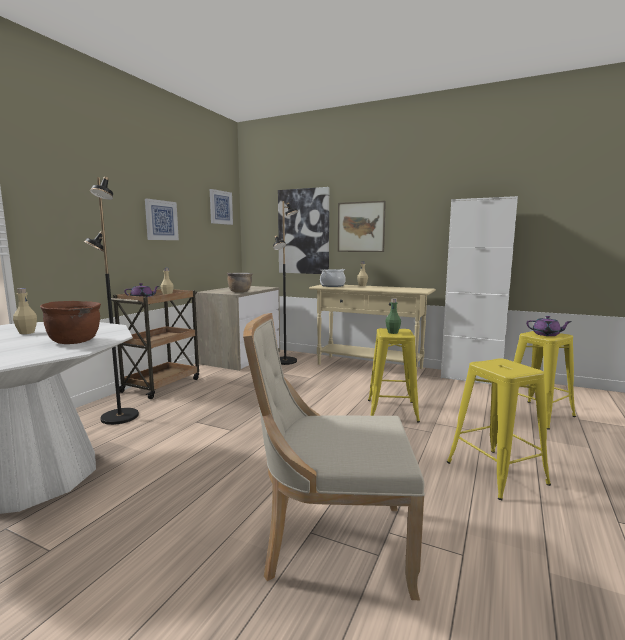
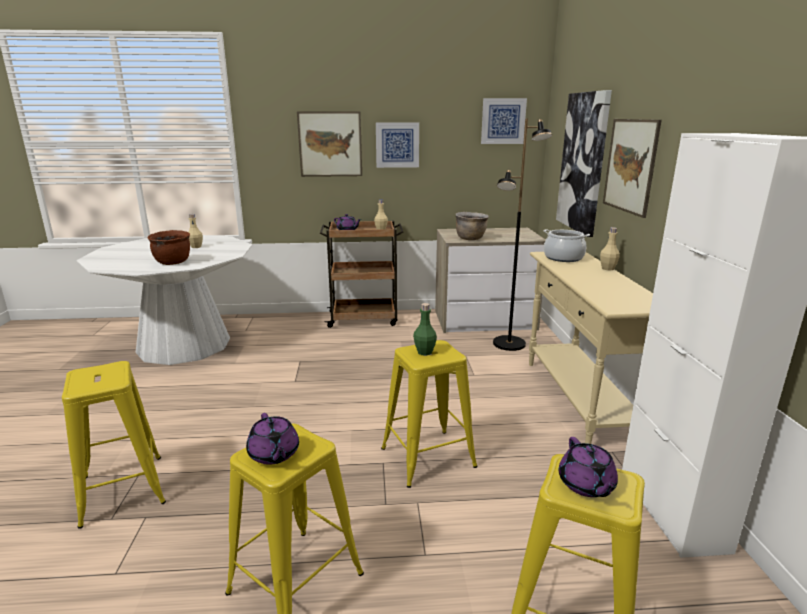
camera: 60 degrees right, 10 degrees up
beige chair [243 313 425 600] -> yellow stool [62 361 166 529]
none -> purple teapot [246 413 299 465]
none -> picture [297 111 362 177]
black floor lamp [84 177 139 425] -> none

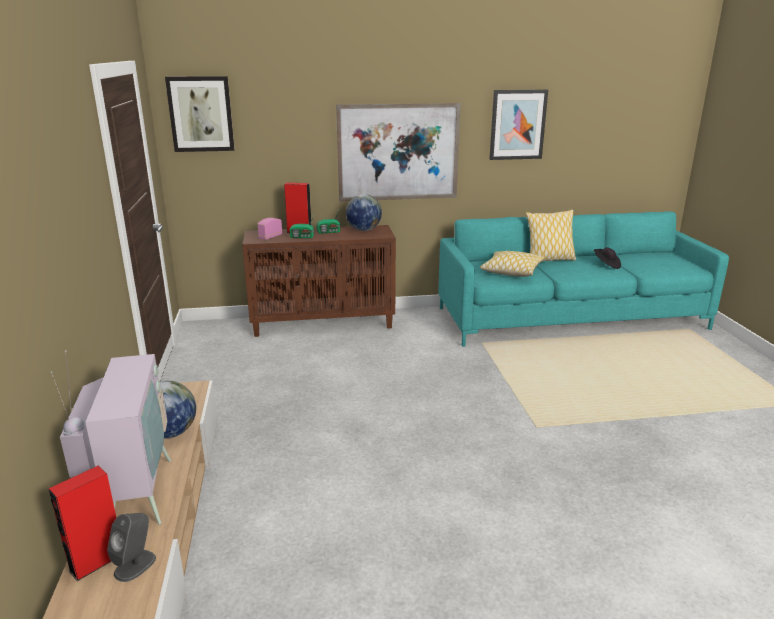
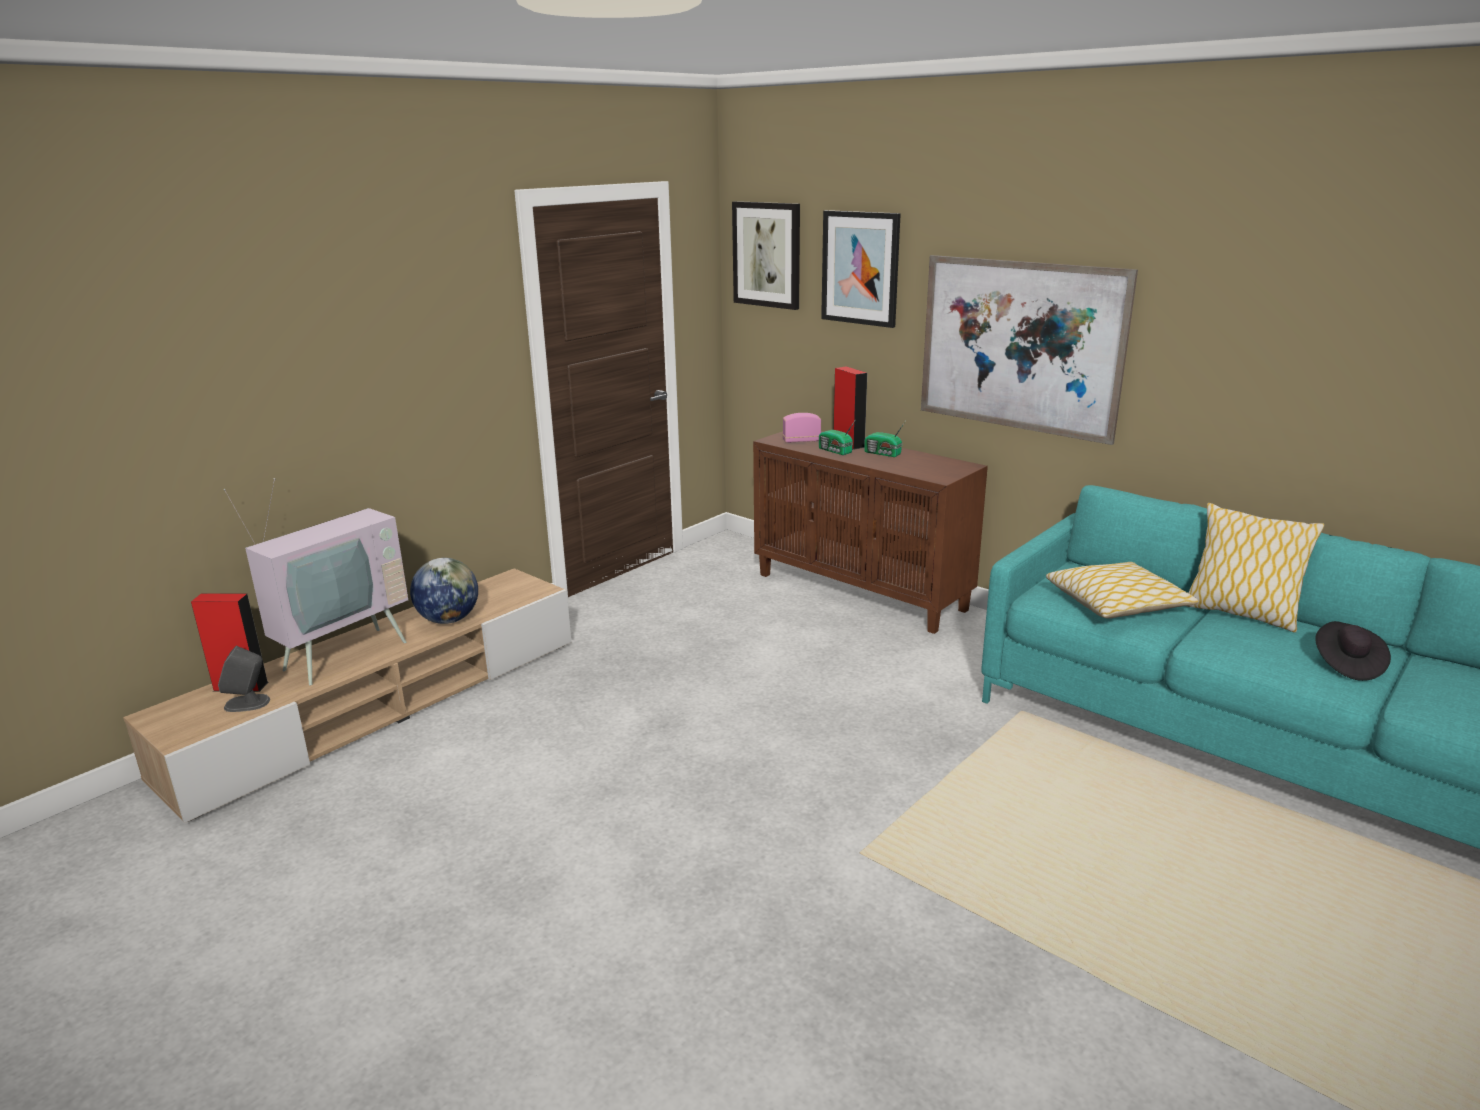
camera: 50 degrees right, 0 degrees up
picture [490 90 548 160] -> picture [821 210 901 328], moved
globe [346 194 382 231] -> none

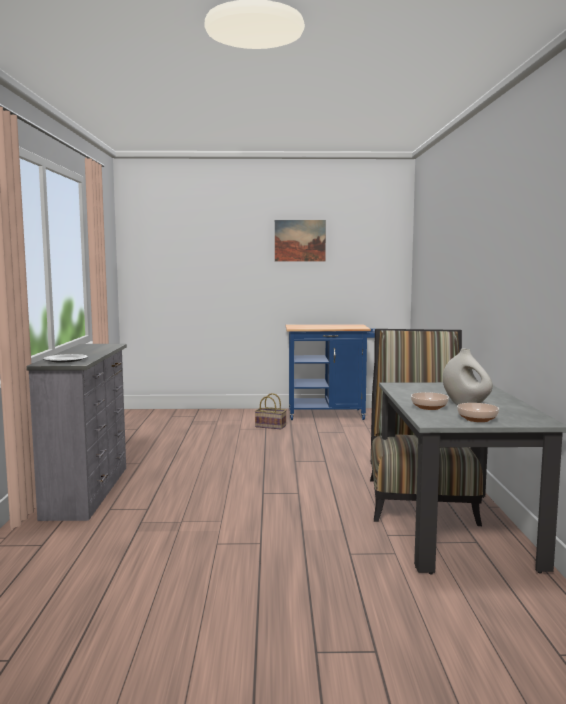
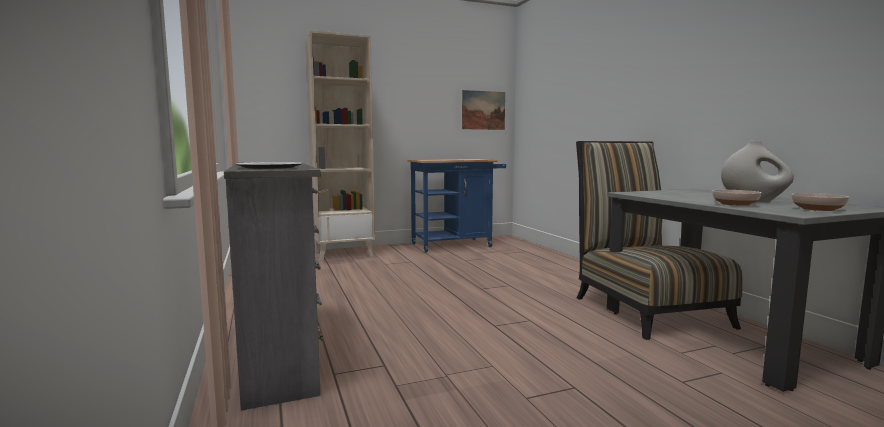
camera: 20 degrees left, 0 degrees up
none -> beige bookcase [305 30 375 261]
picture [275 220 326 261] -> picture [462 90 505 130], moved
basket [255 393 286 429] -> none

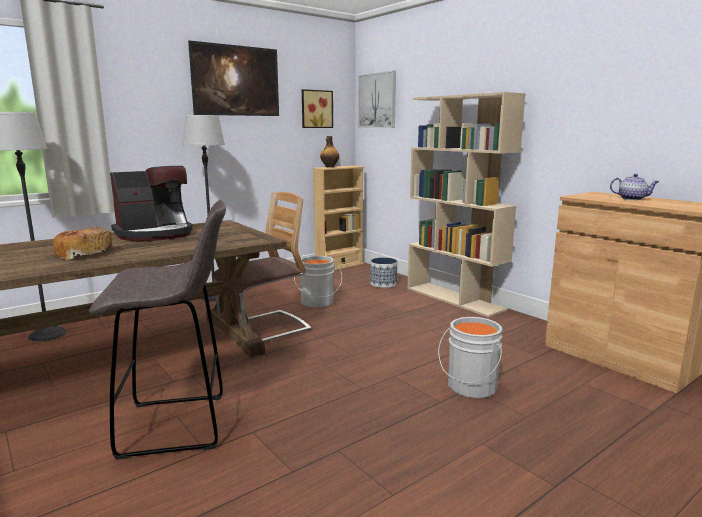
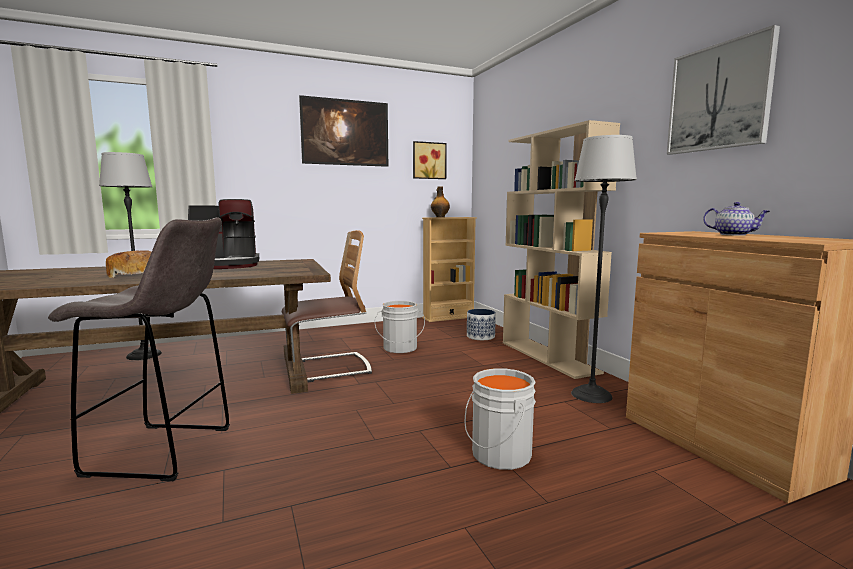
camera: 15 degrees right, 5 degrees down
floor lamp [183 115 225 301] -> floor lamp [571 135 637 403], moved
picture [358 71 396 128] -> picture [667 25 780 155], moved

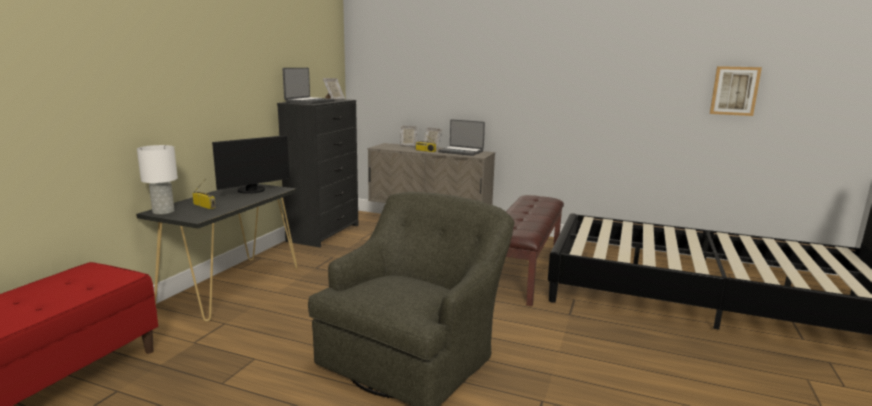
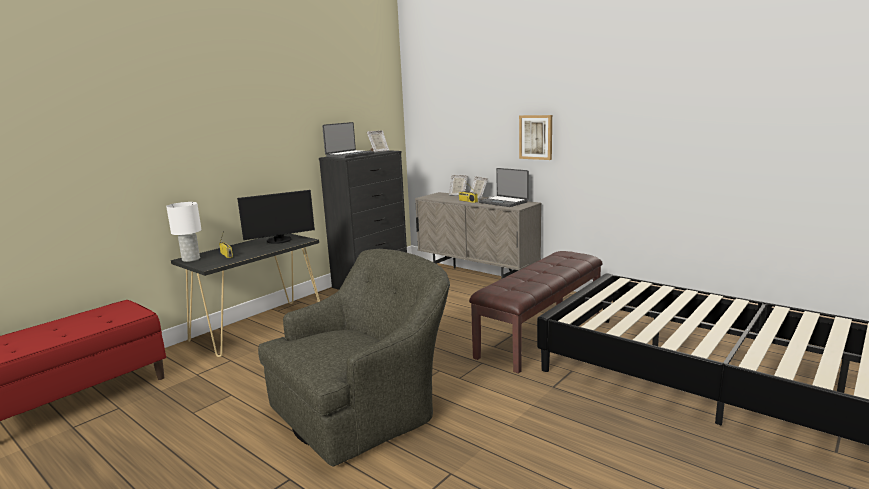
camera: 20 degrees right, 0 degrees up
picture [710 66 762 116] -> picture [519 115 552 160], moved

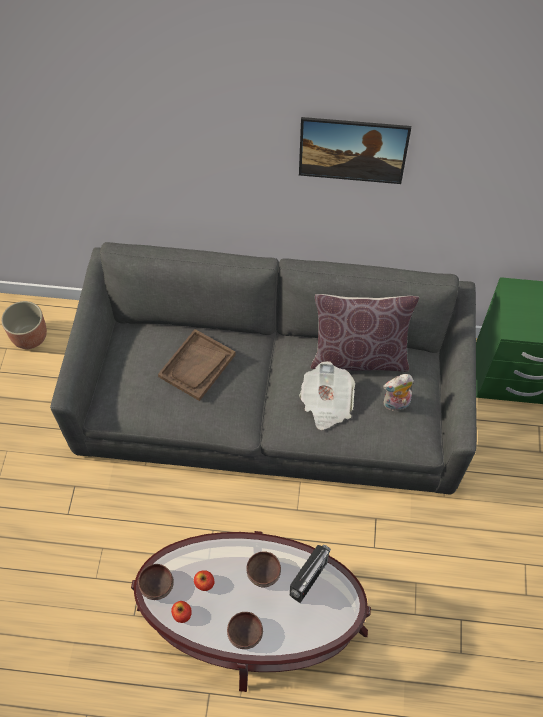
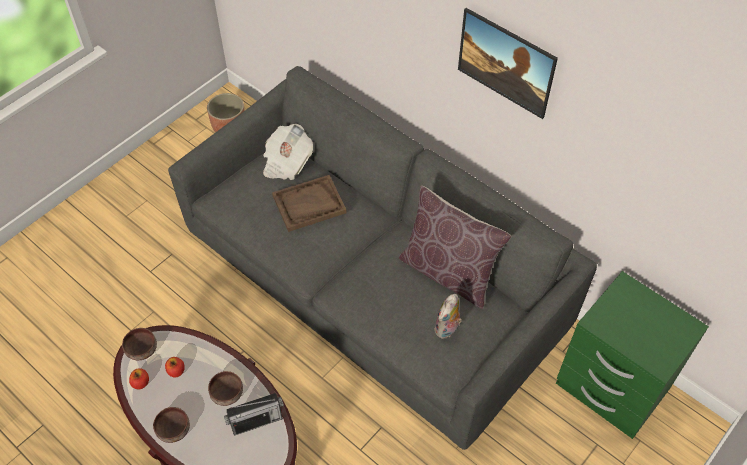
camera: 35 degrees right, 5 degrees down
newspaper [299 361 355 430] -> newspaper [263 124 313 180], moved
plush toy [383 374 414 411] -> plush toy [434 294 462 339], 75 degrees counterclockwise

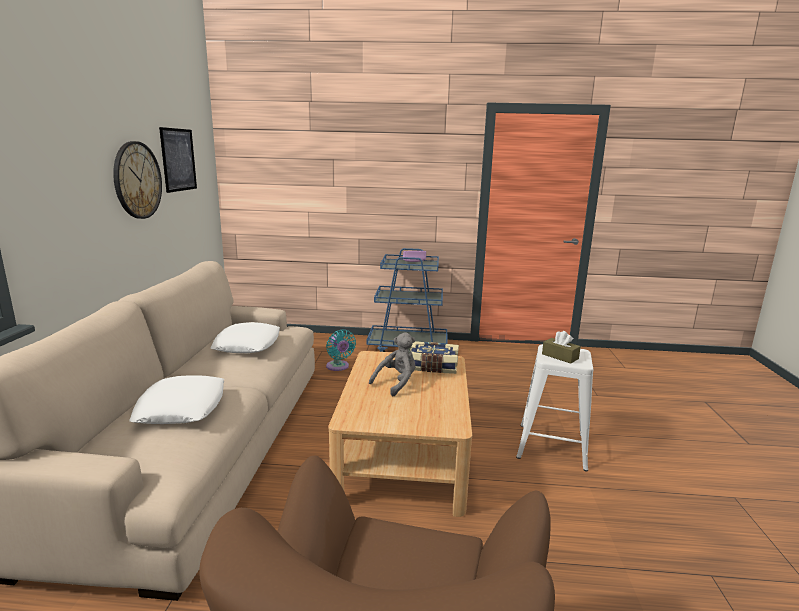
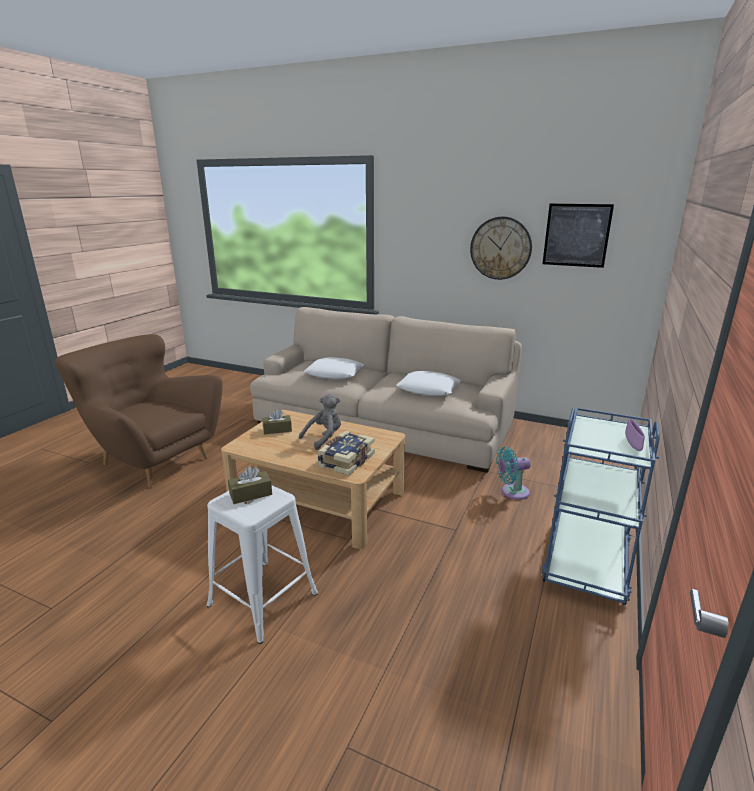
camera: 110 degrees right, 5 degrees up
none -> brown tissue box [263 409 292 434]
grey plush toy [369 332 415 396] -> grey plush toy [299 394 341 450], 105 degrees counterclockwise

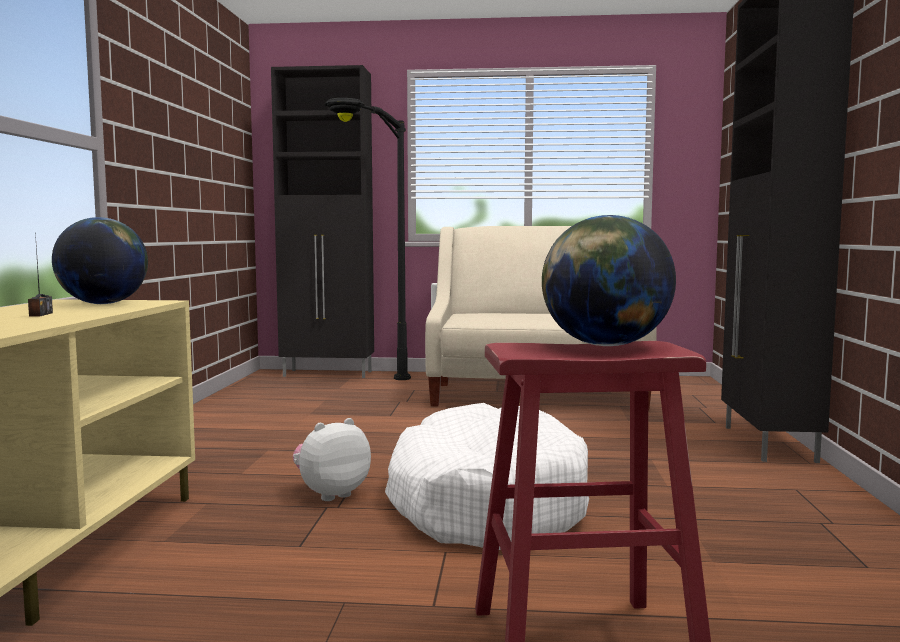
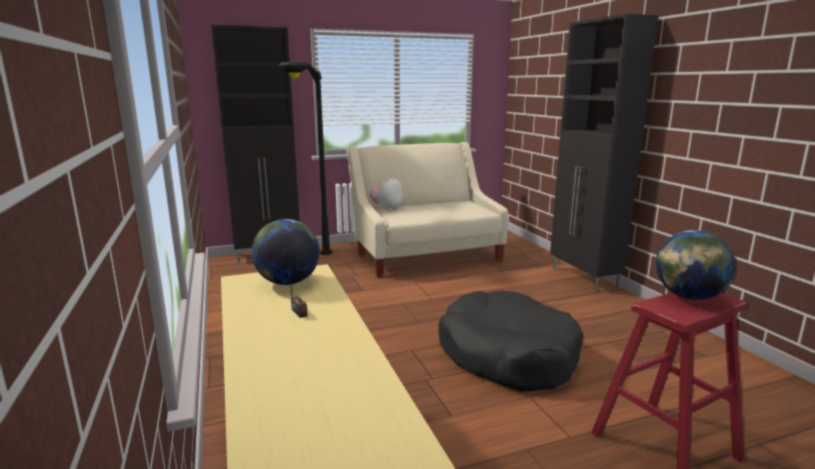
camera: 25 degrees left, 10 degrees up
plush toy [293 418 371 501] -> plush toy [370 176 403 210], moved
white dog bed [385 403 589 550] -> black dog bed [438 291 584 392]

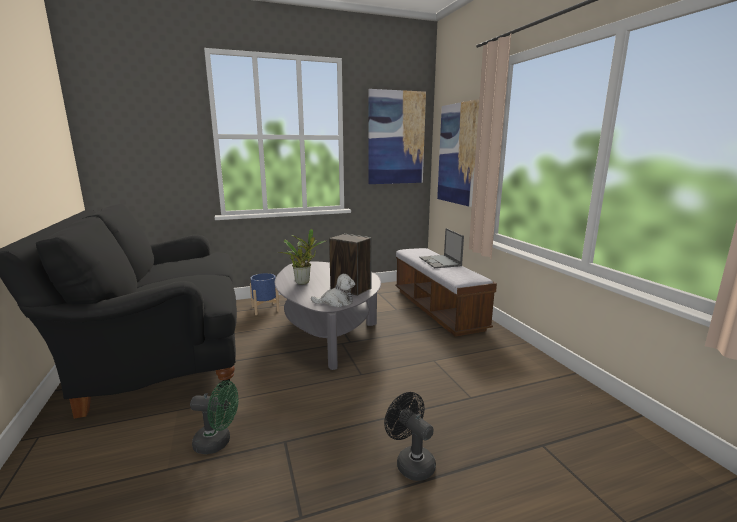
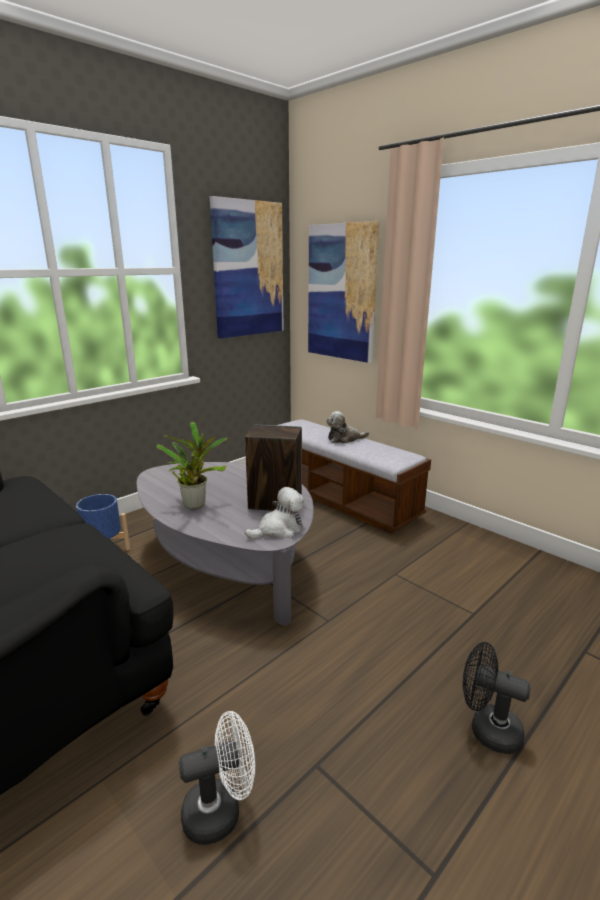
camera: 25 degrees left, 5 degrees up
green fan [190 380 238 454] -> white fan [179 711 255 845]
laptop [419 228 464 268] -> plush toy [326 411 369 443]

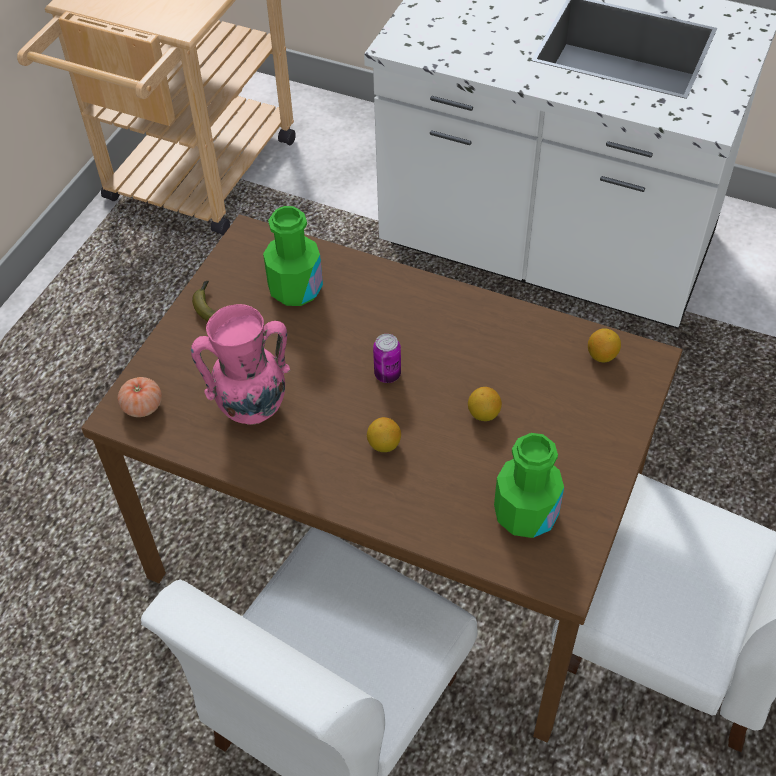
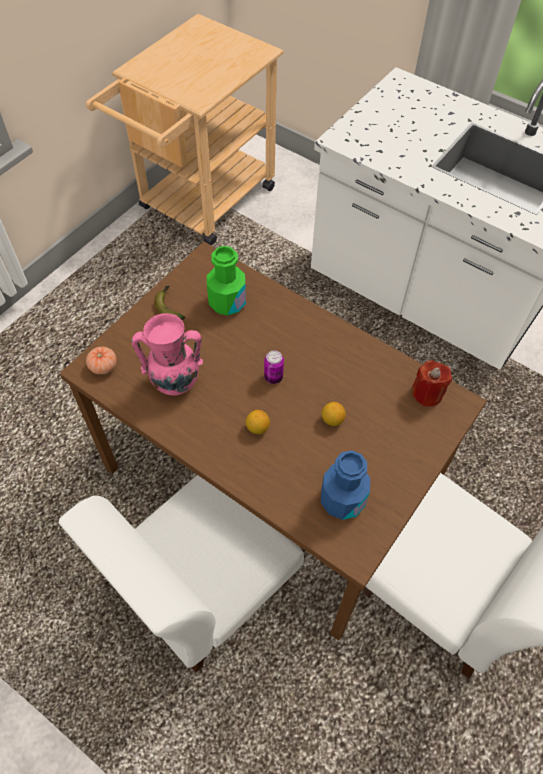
camera: 10 degrees right, 5 degrees up
green bottle [494 433 564 538] -> blue bottle [321 450 370 520]
lemon [588 328 621 362] -> red candle [412 360 452 407]

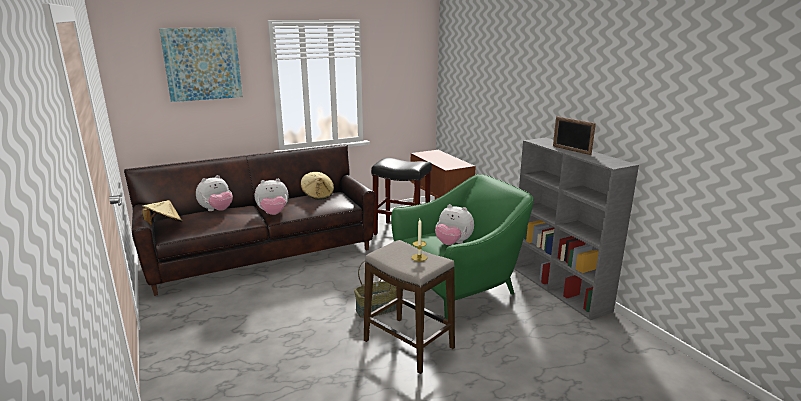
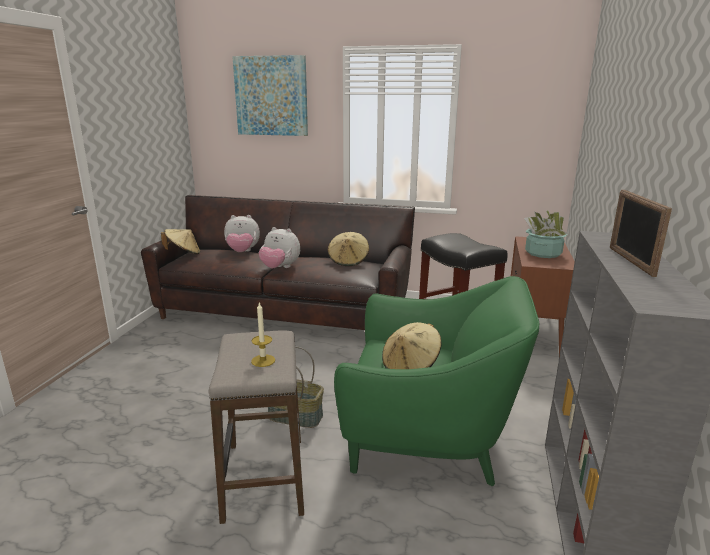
camera: 40 degrees right, 0 degrees up
plush toy [435 204 474 245] -> beige hat [382 322 442 369]
none -> potted plant [524 210 568 258]

